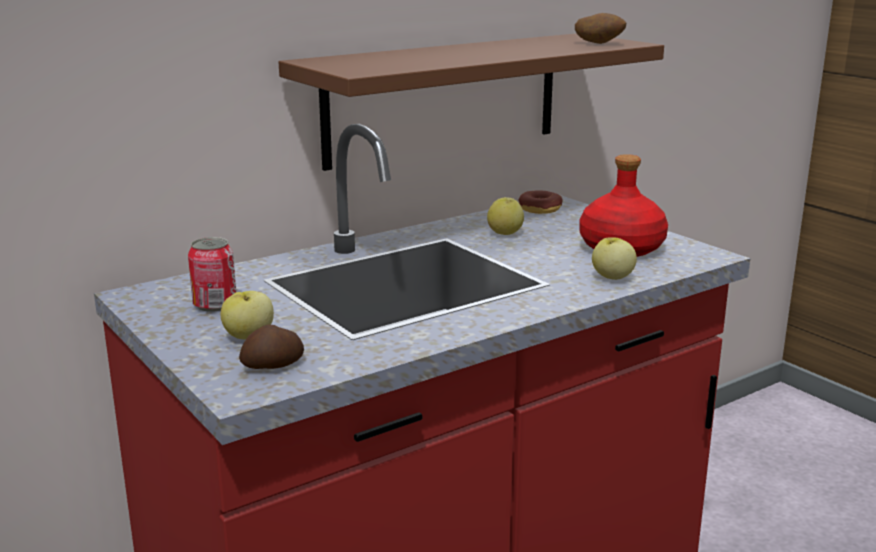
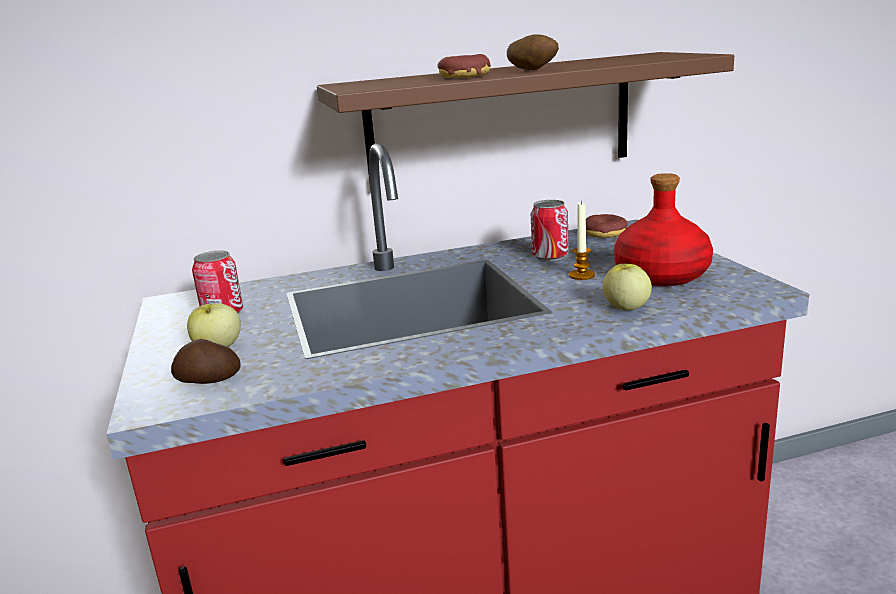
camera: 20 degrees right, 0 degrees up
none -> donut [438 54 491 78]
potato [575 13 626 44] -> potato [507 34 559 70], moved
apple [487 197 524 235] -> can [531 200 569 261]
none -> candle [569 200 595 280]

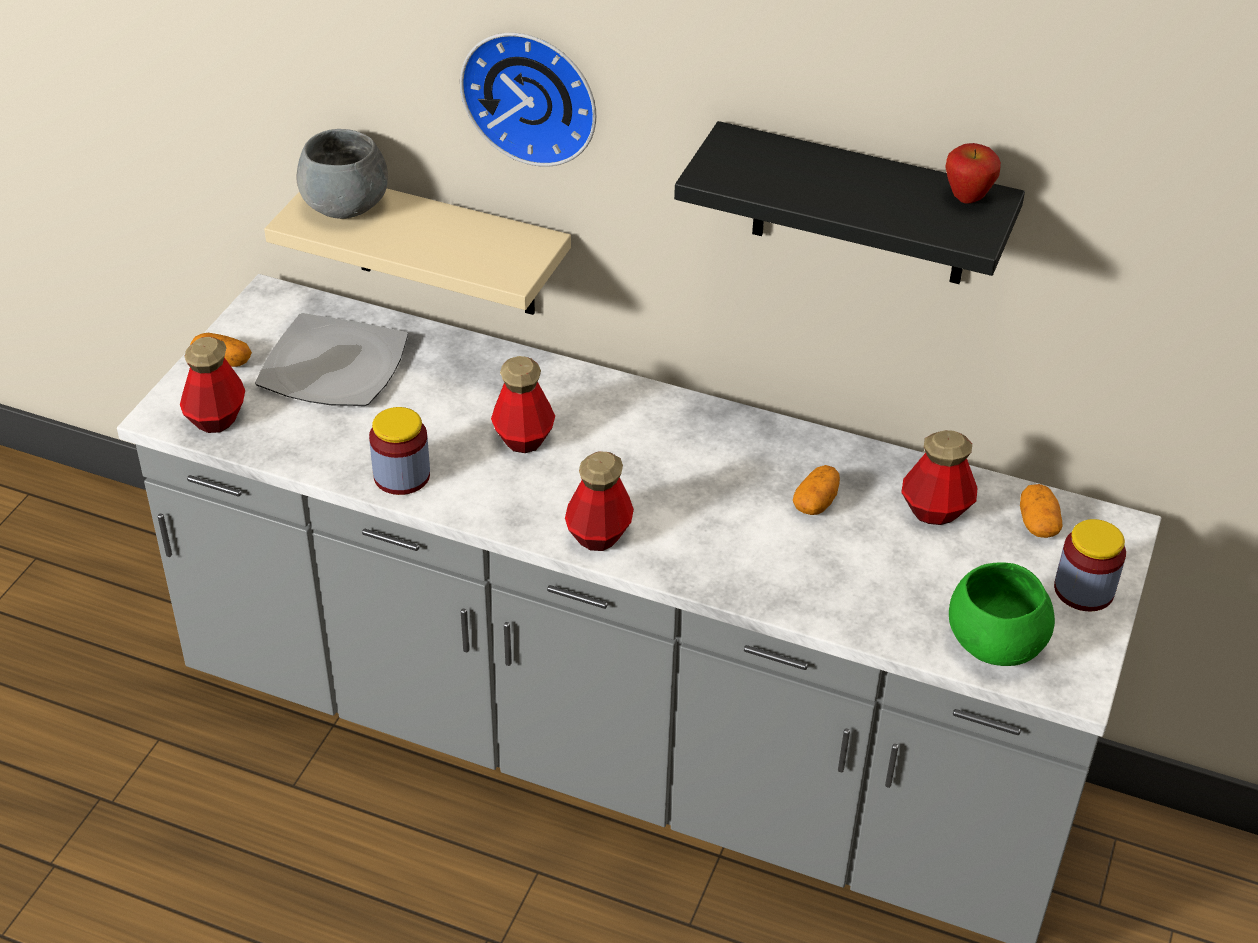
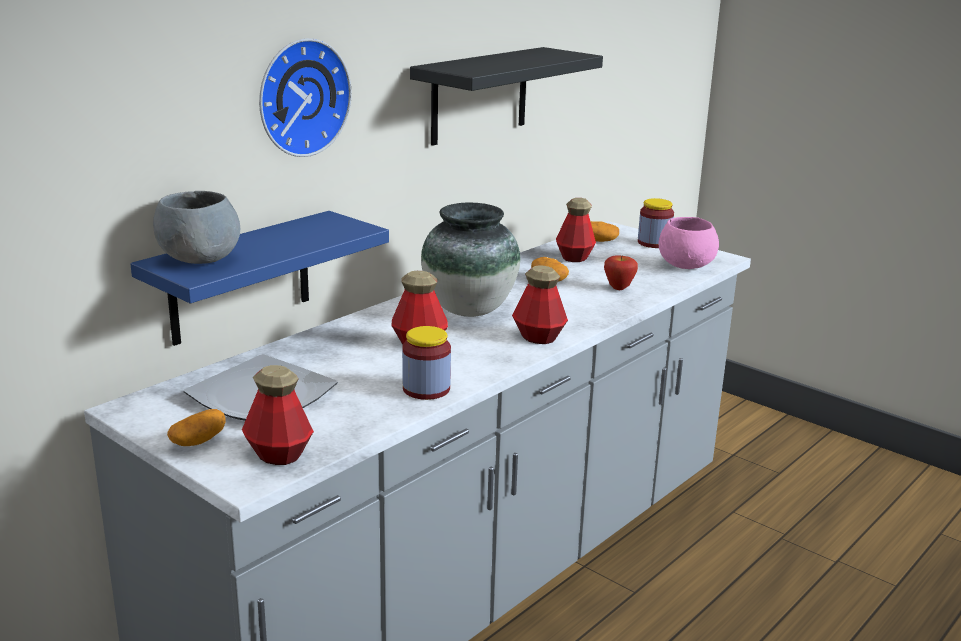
camera: 70 degrees left, 20 degrees down
beige shelf [264 188 571 315] -> blue shelf [130 211 389 346]
none -> vase [421 203 520 317]
apple [945 143 1001 204] -> apple [604 255 638 290], moved
green bowl [949 562 1055 666] -> pink bowl [659 217 719 269]

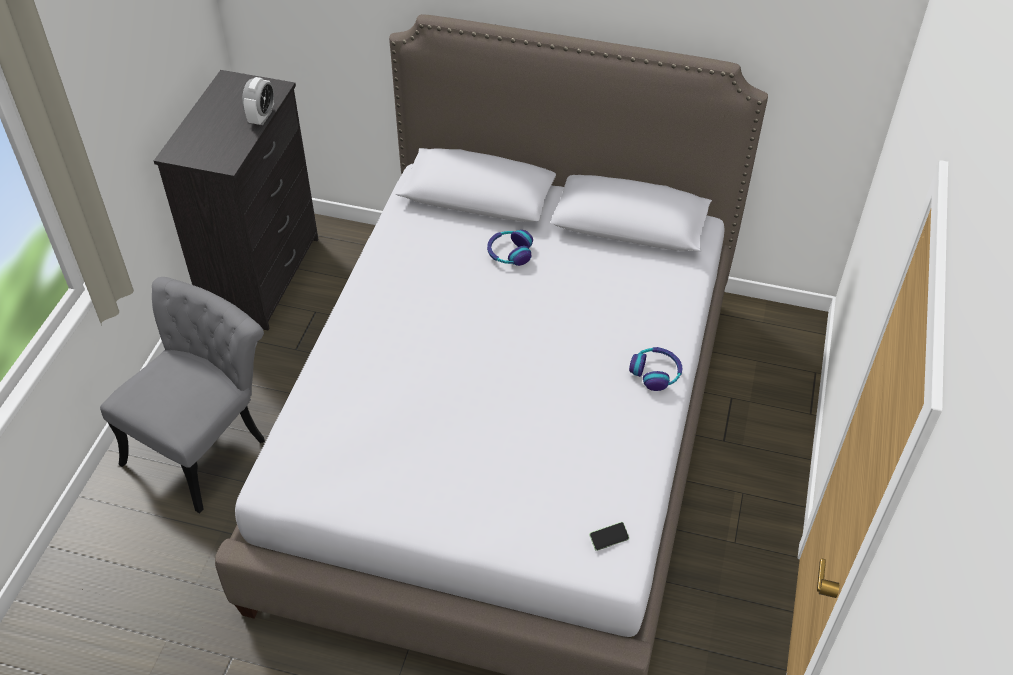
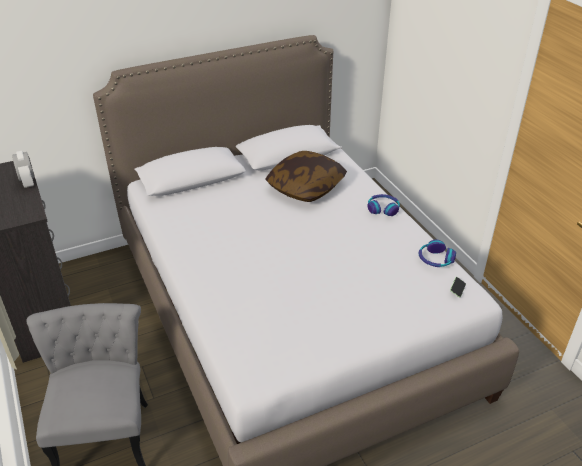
camera: 40 degrees left, 10 degrees down
none -> pillow [265 151 347 202]
headphones [487 230 533 266] -> headphones [418 240 456 267], moved

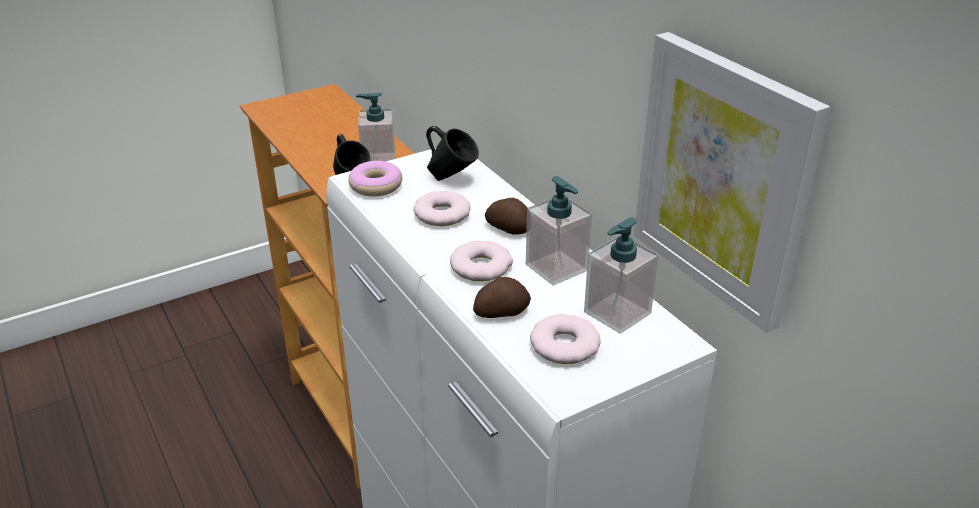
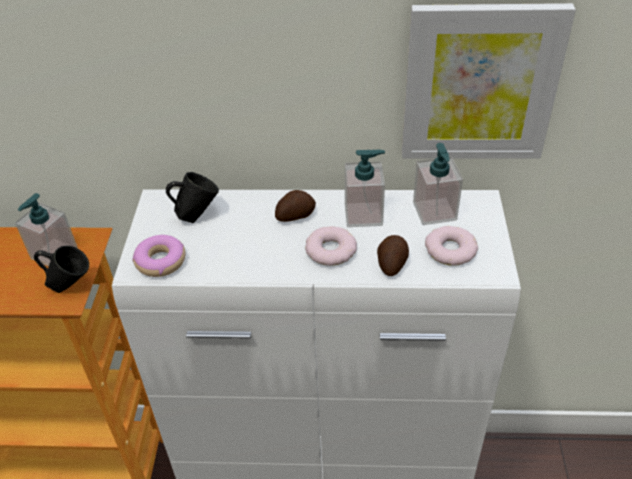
camera: 55 degrees left, 10 degrees up
donut [414 191 471 226] -> none

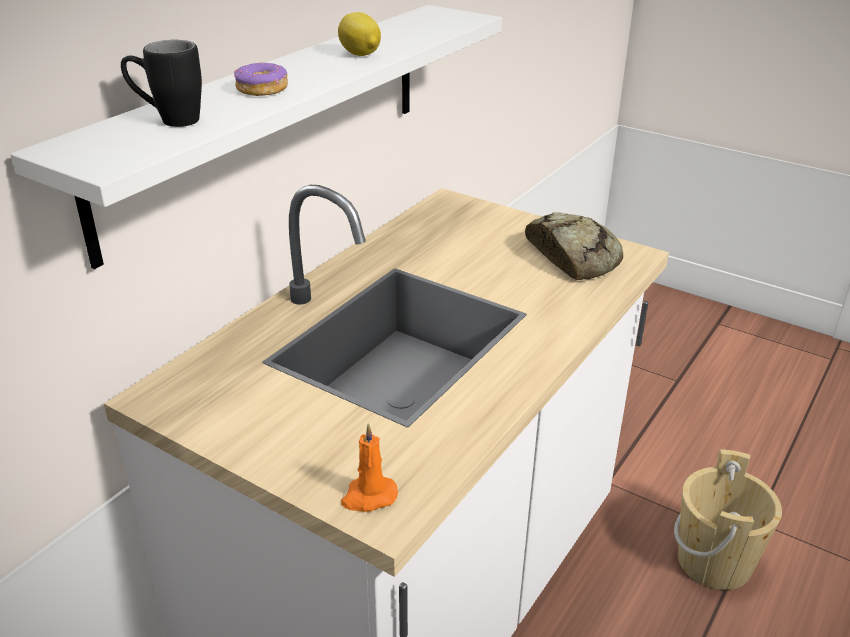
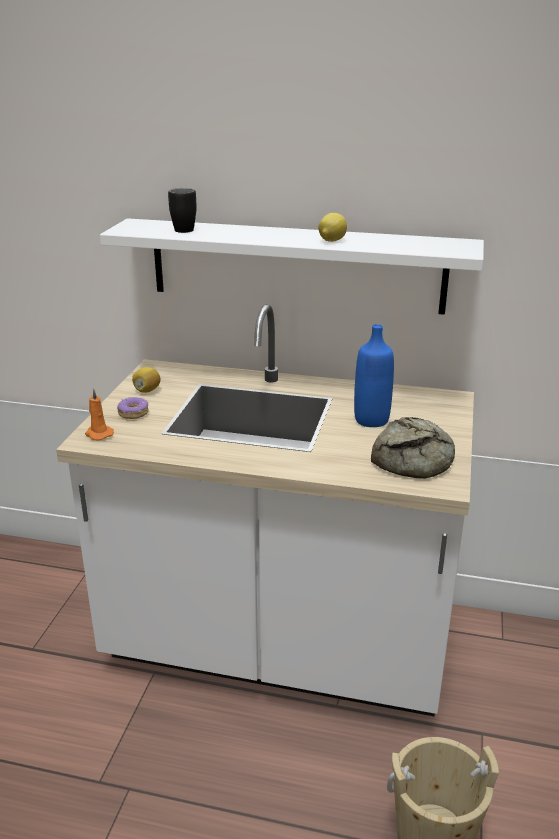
camera: 70 degrees right, 5 degrees down
donut [234 62 288 96] -> donut [117 397 149 419], moved
none -> lemon [132 367 161 393]
none -> blue bottle [354 324 394 427]

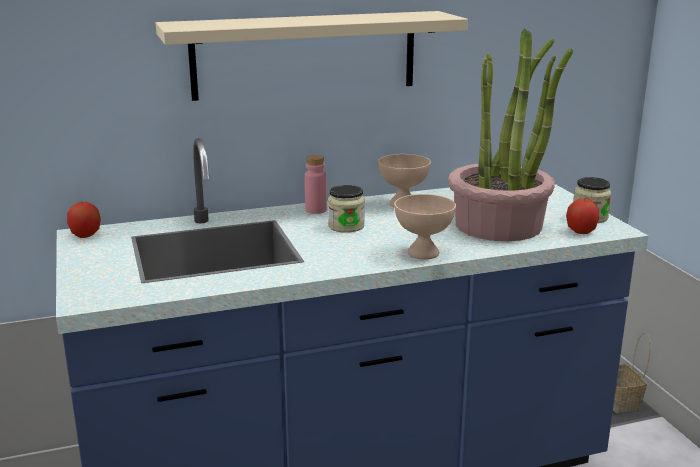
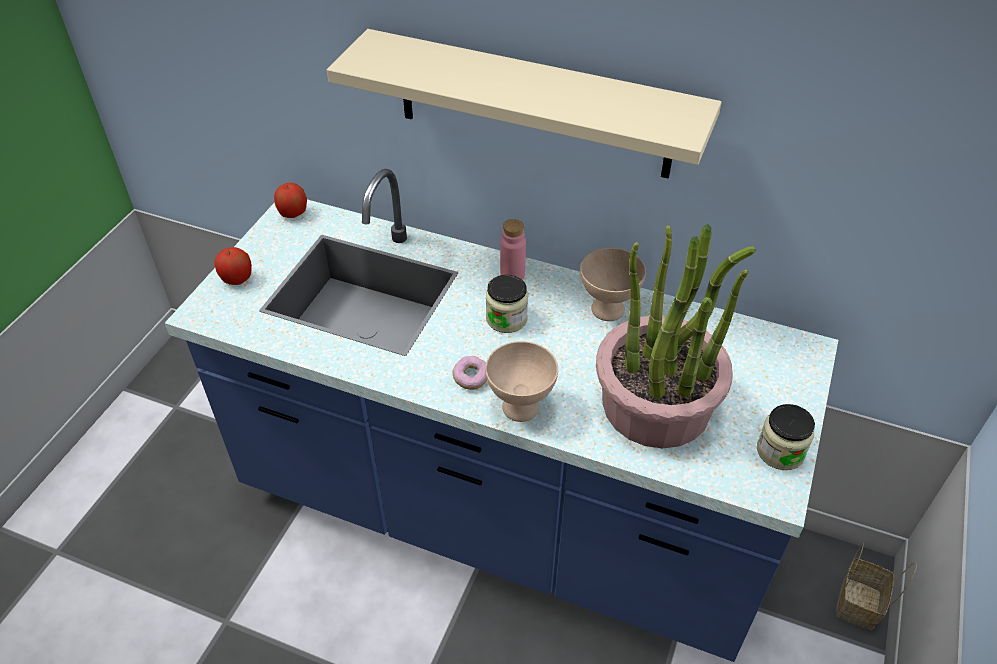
camera: 40 degrees right, 25 degrees up
apple [566 199 599 234] -> apple [214 247 252 285], moved
none -> donut [452 356 487 390]

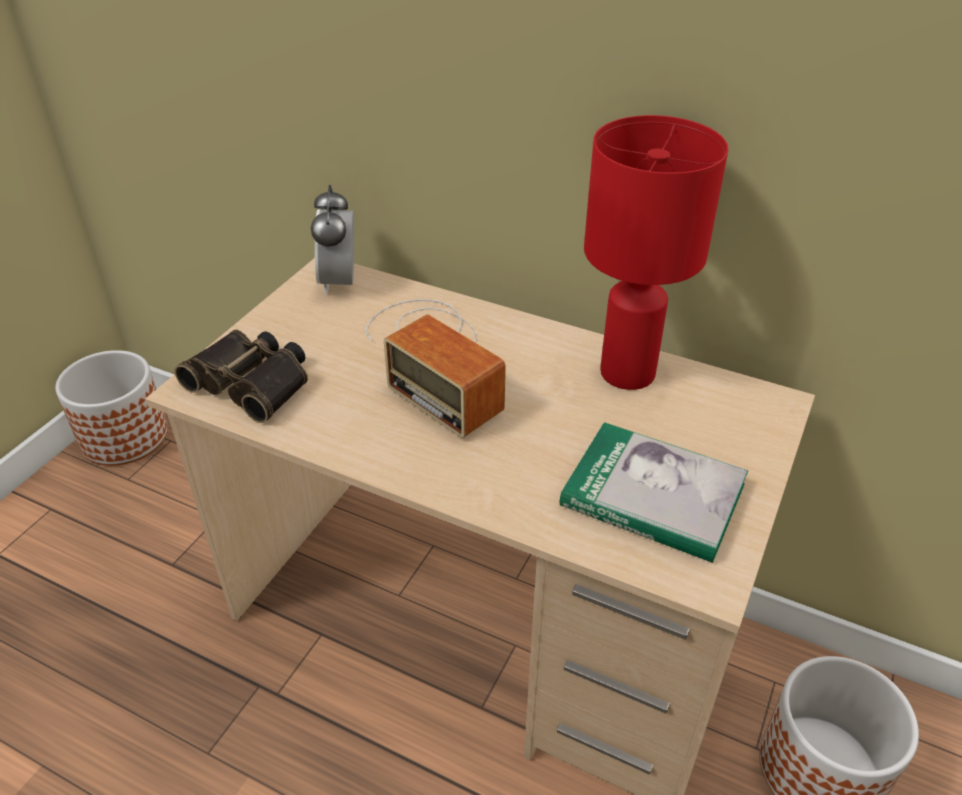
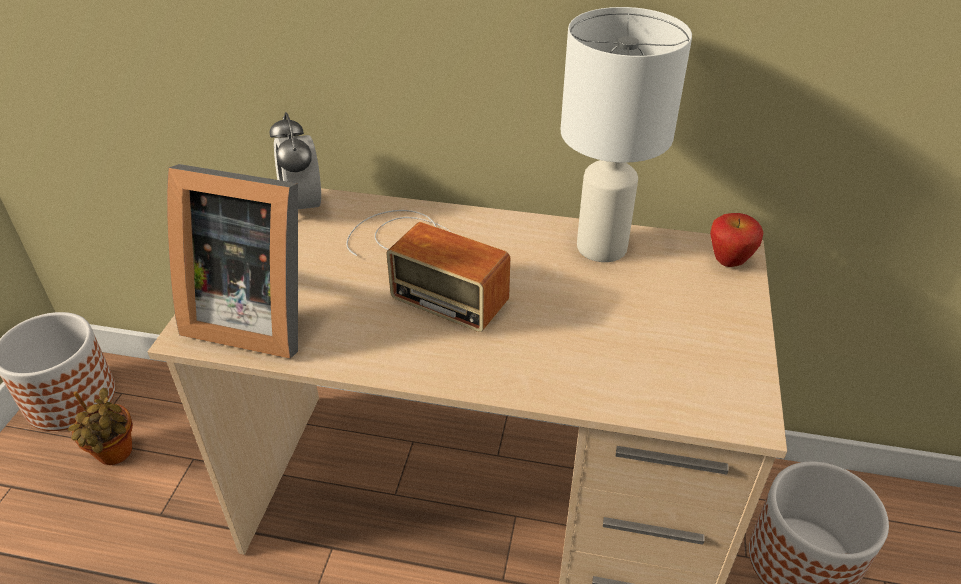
camera: 15 degrees left, 0 degrees up
none -> potted plant [68 388 133 465]
binoculars [174 330 308 423] -> picture frame [167 164 298 359]
red table lamp [584 115 728 390] -> white table lamp [561 7 692 262]
none -> apple [710 213 763 267]
book [560 422 748 563] -> none

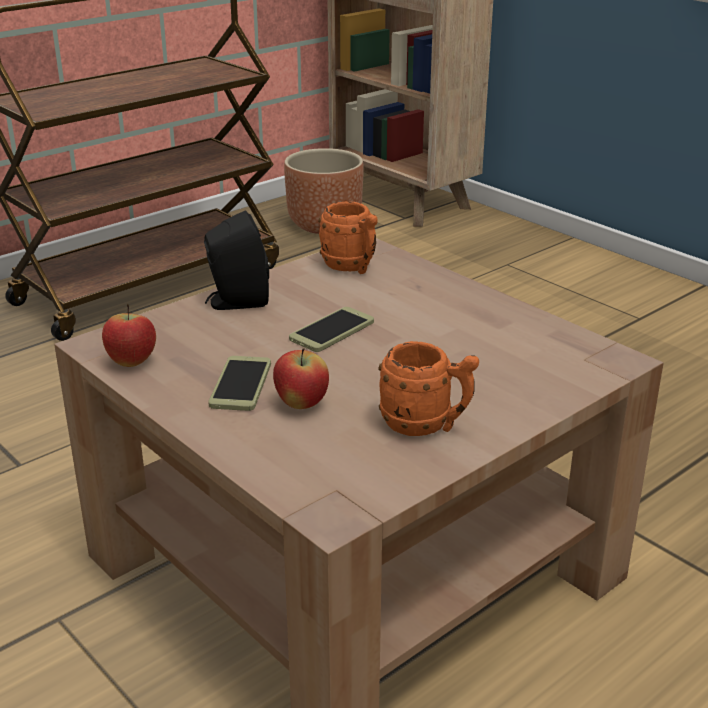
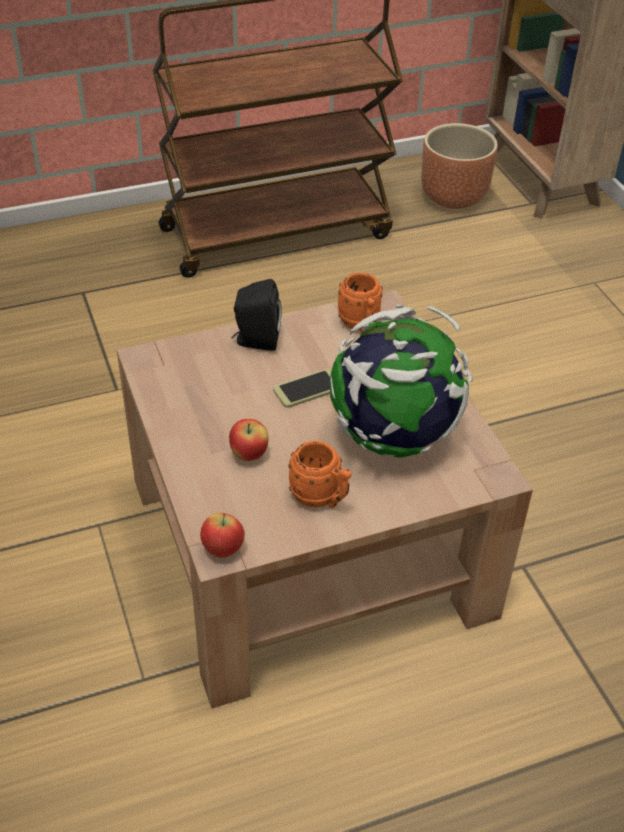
camera: 20 degrees right, 15 degrees up
apple [102 304 156 367] -> apple [200 513 245 558], moved
none -> globe [330 305 473 458]
phone [208 356 271 411] -> none

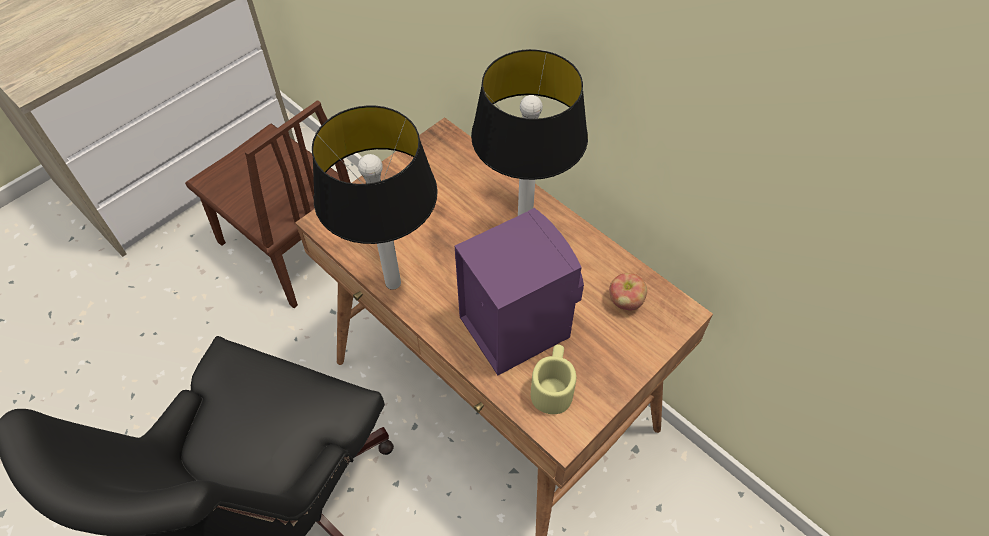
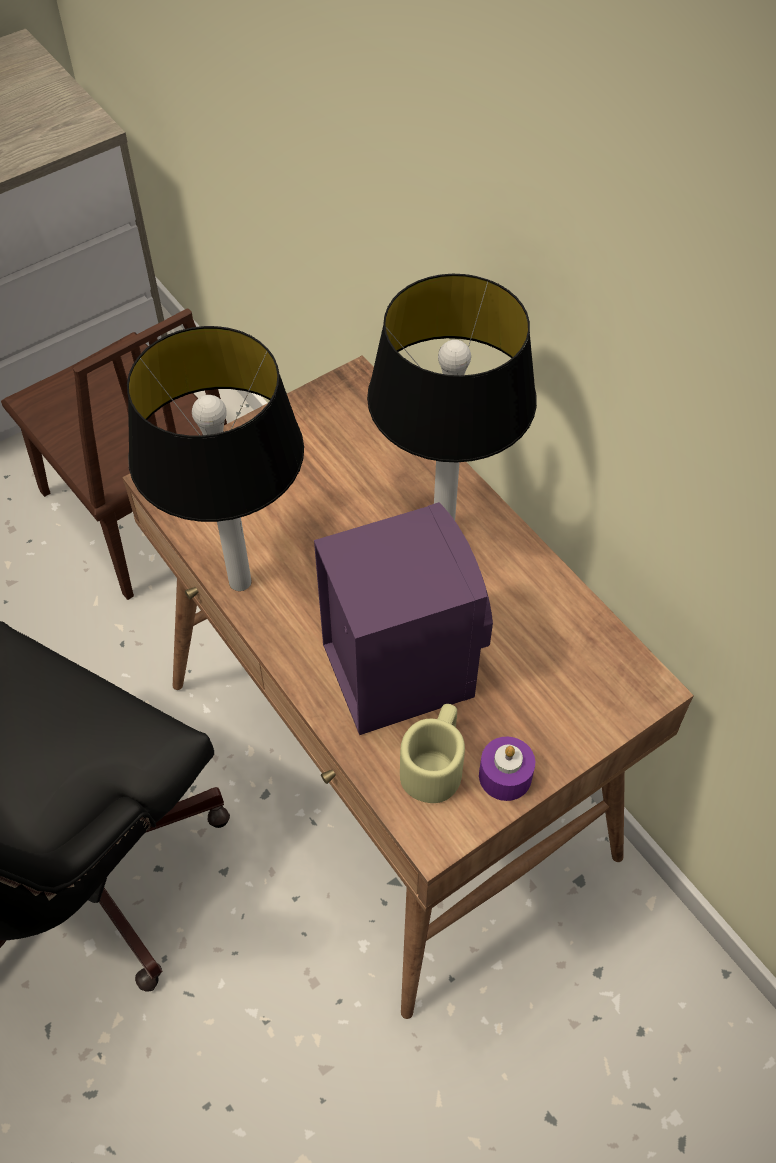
camera: 10 degrees right, 0 degrees up
none -> purple candle [479 737 535 801]
apple [609 273 647 311] -> none

